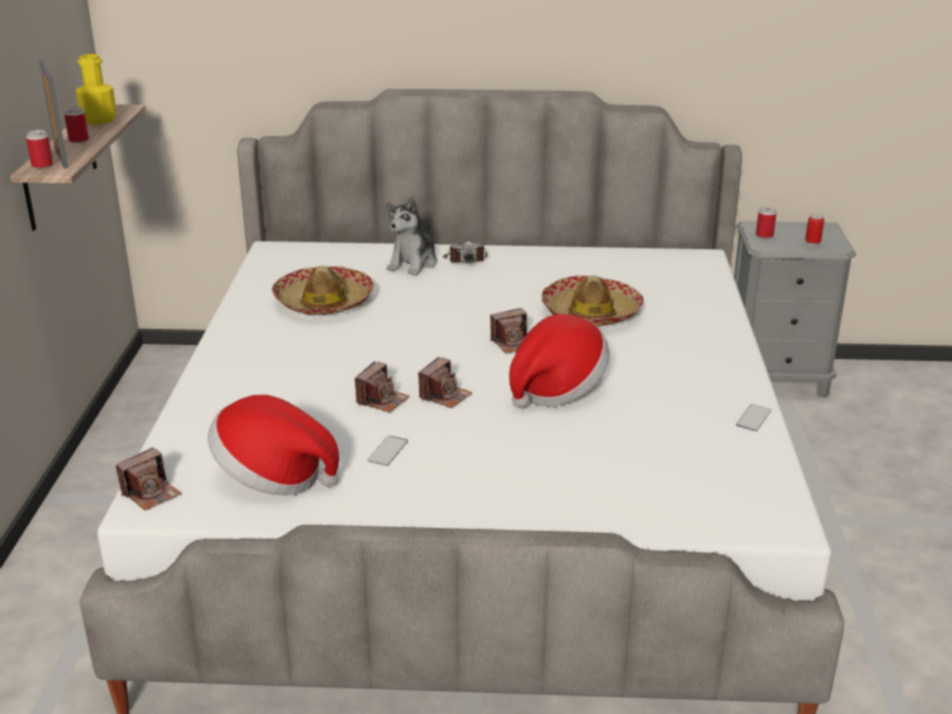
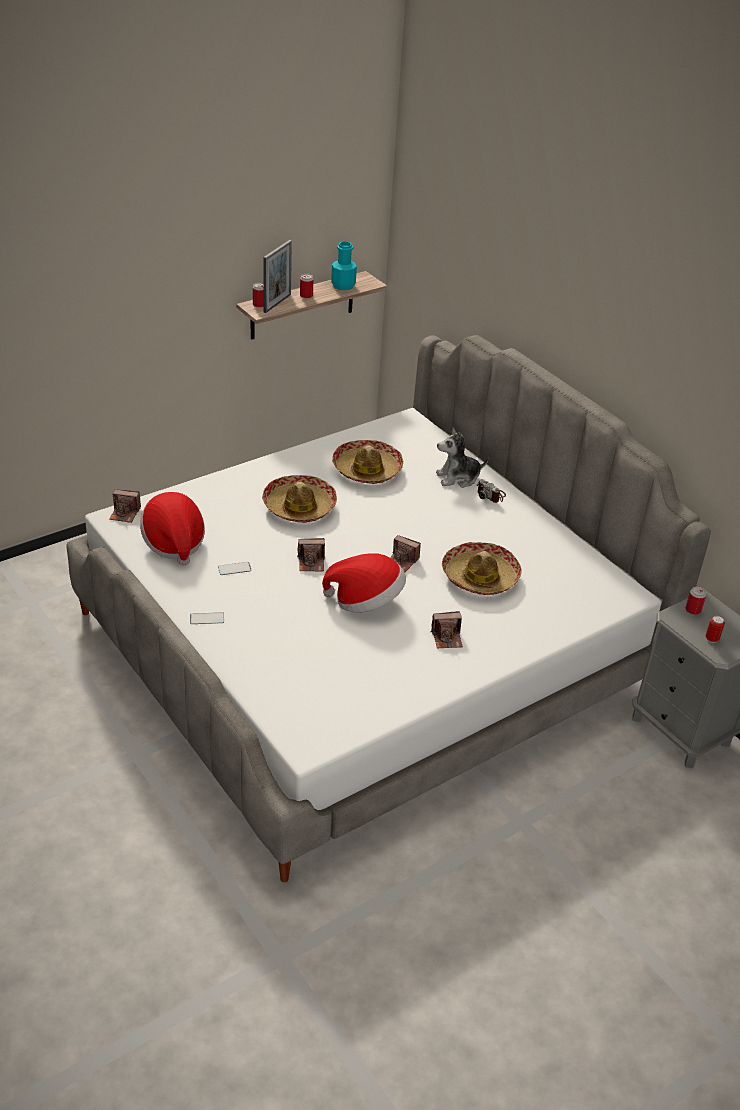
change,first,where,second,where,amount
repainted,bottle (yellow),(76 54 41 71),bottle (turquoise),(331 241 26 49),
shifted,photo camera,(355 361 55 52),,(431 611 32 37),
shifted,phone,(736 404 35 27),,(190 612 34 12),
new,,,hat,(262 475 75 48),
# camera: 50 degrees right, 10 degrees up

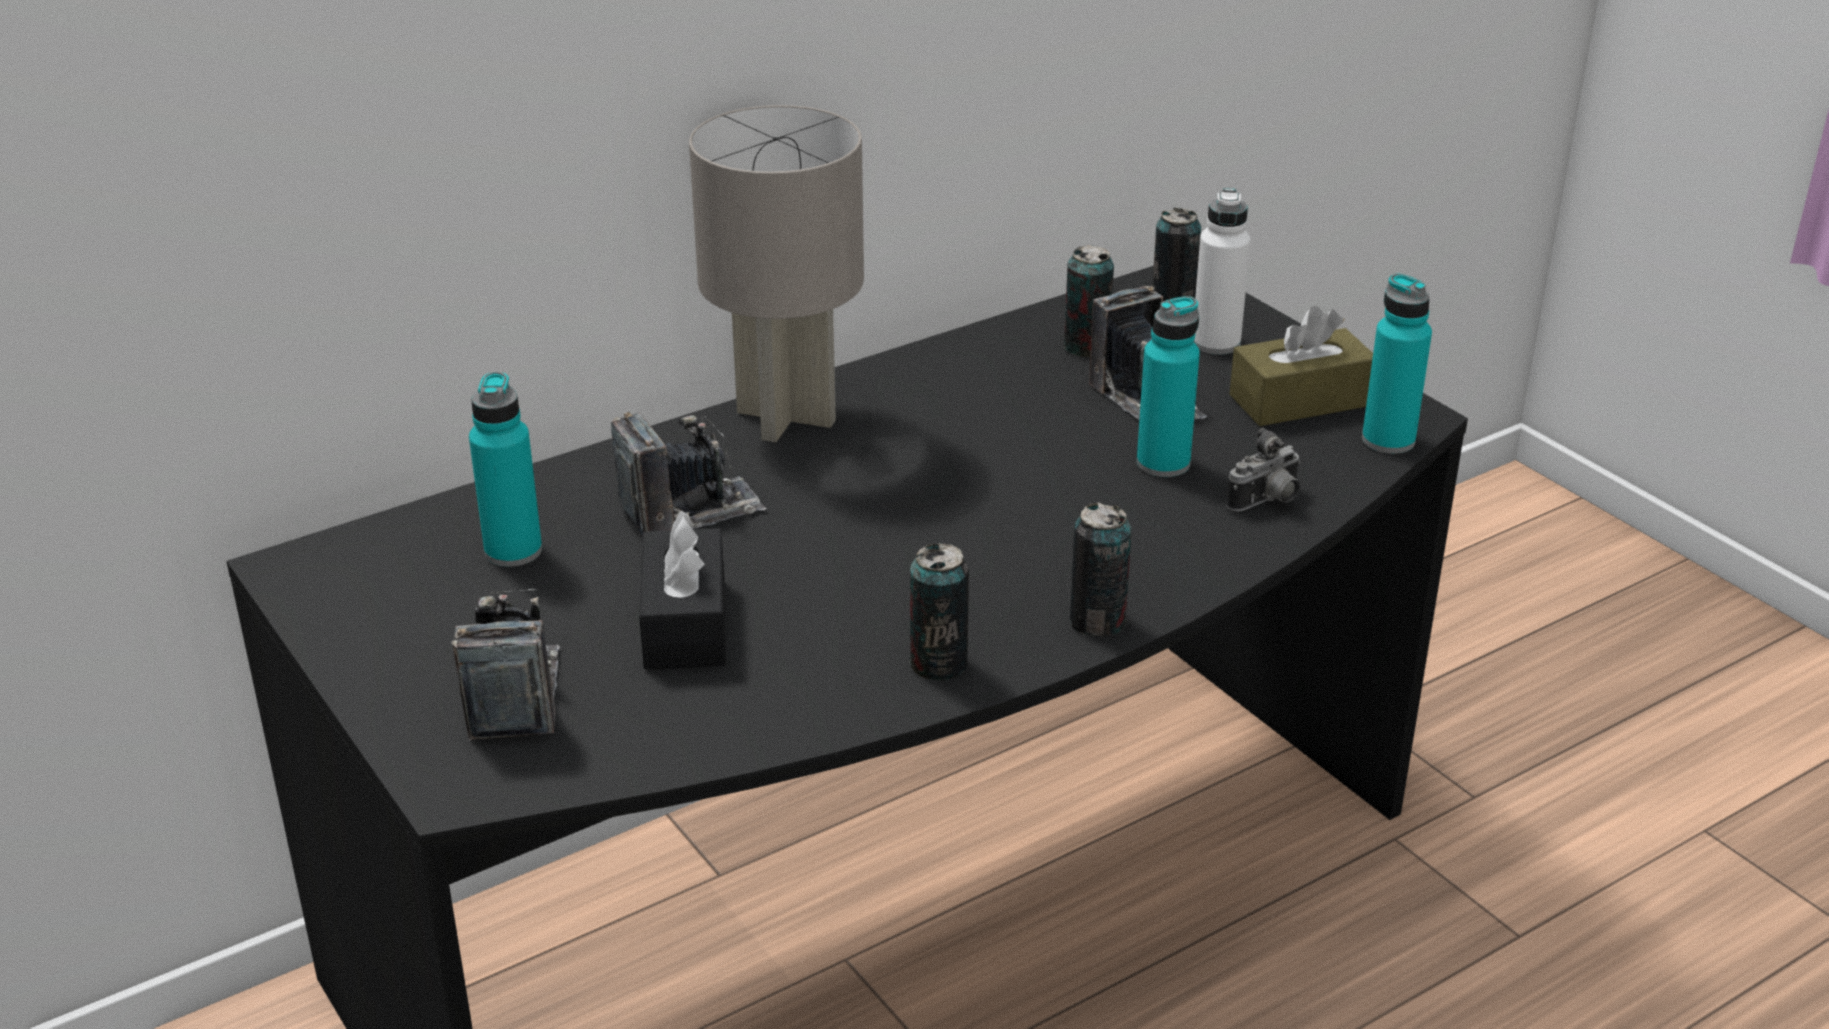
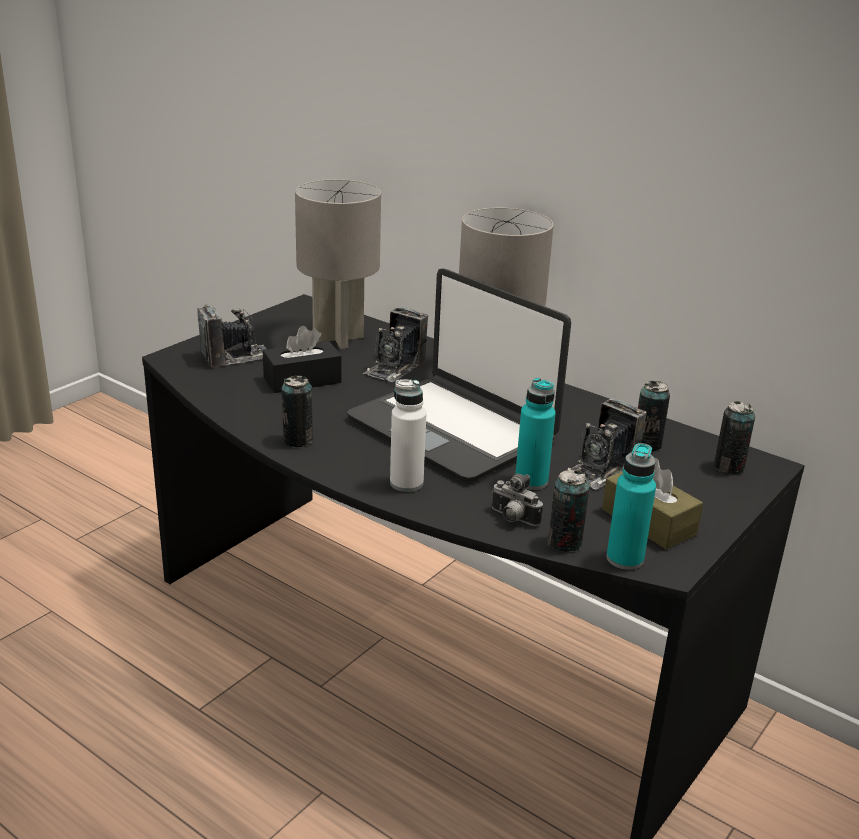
change,first,where,second,where,amount
swapped,bottle (turquoise),(469 372 73 195),table lamp (grey),(295 179 86 170),
rotated,photo camera,(611 412 156 124),,(363 307 65 75),75 degrees clockwise
shifted,can,(1070 502 62 135),,(548 470 42 82),
shifted,bottle (white),(1193 188 58 167),,(390 379 36 113),
new,,,laptop,(347 268 224 214),
# camera: 70 degrees right, 5 degrees down

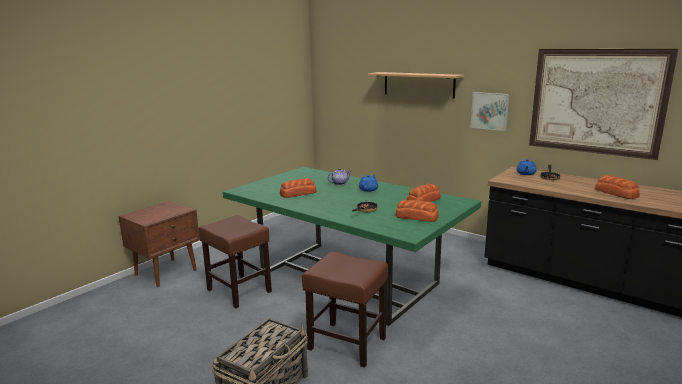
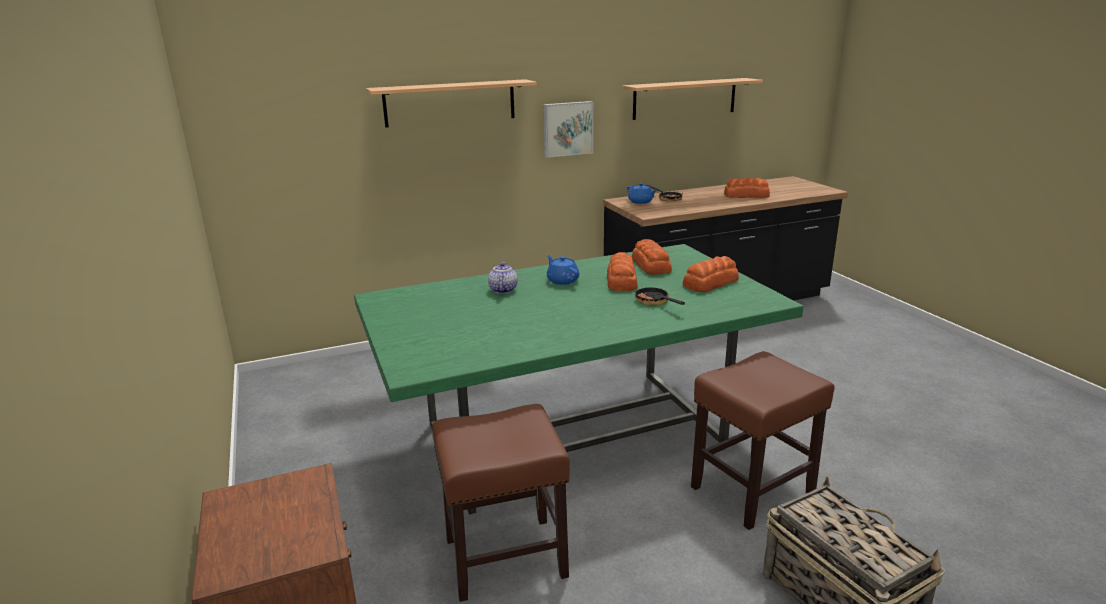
change,first,where,second,where,amount
shifted,bread,(280 178 36 20),,(607 252 31 39),
swapped,picture,(529 49 149 111),shelf,(622 78 141 42),
# camera: 60 degrees left, 5 degrees up

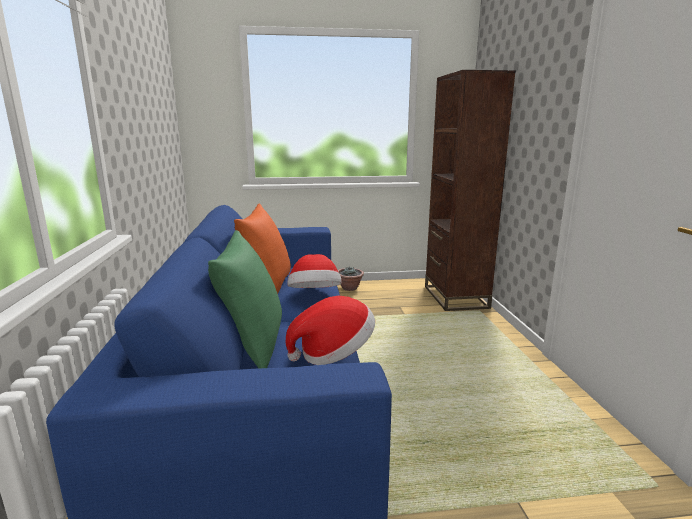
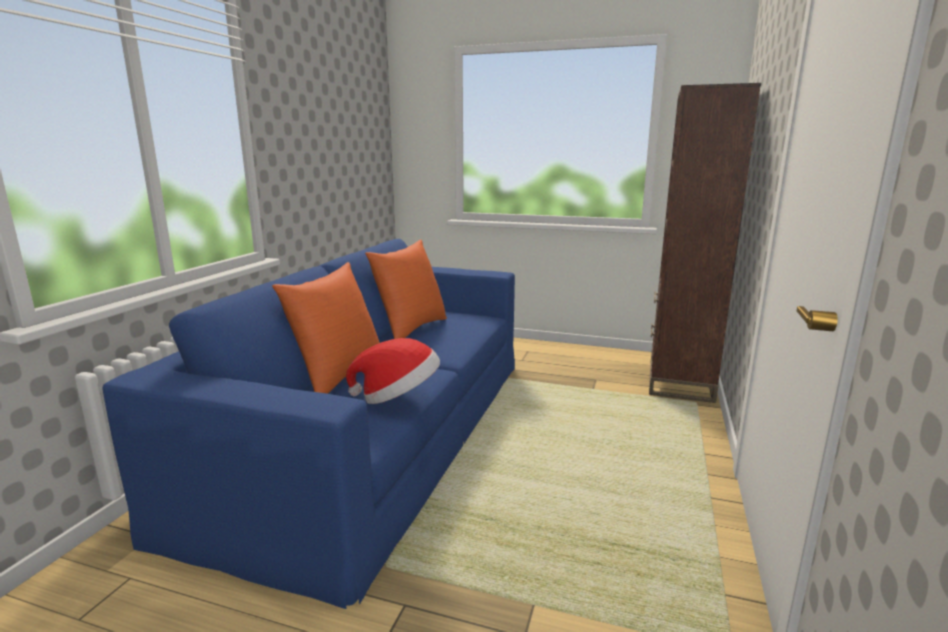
change,first,where,second,where,amount
repainted,pillow (green),(208 230 74 138),pillow (orange),(272 262 108 132),
gone,hat,(287 254 55 34),,,
gone,potted plant,(338 267 26 24),,,
# camera: 25 degrees right, 0 degrees up

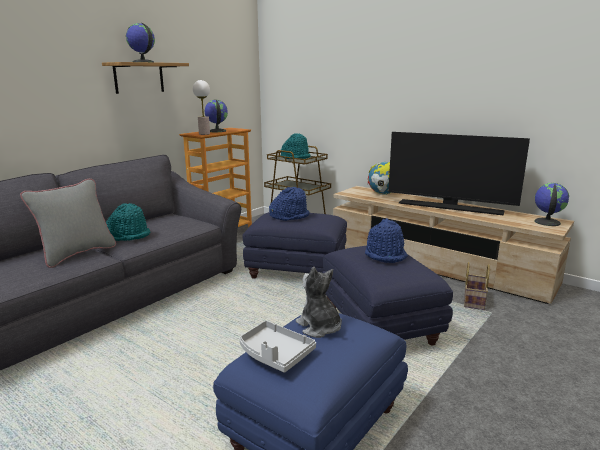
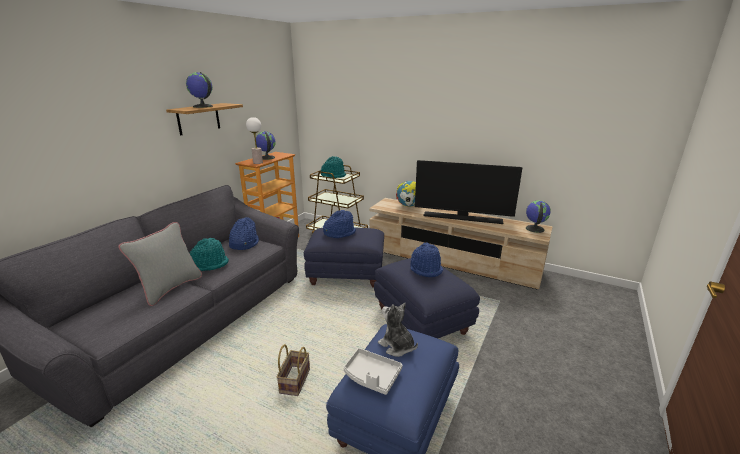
change,first,where,second,where,amount
shifted,basket,(464 262 26 48),,(276 344 34 52),
new,,,hat (blue),(229 217 30 33),
# camera: 10 degrees left, 5 degrees up

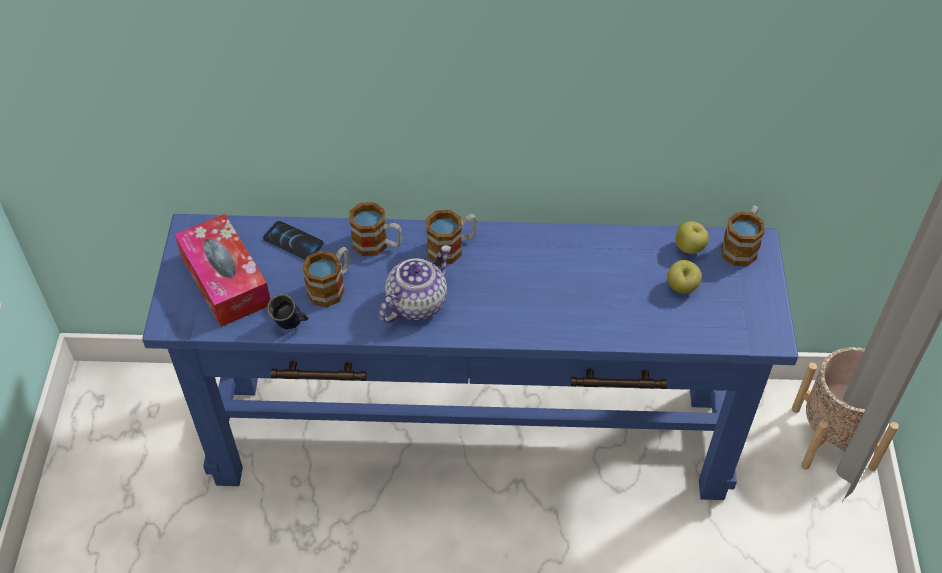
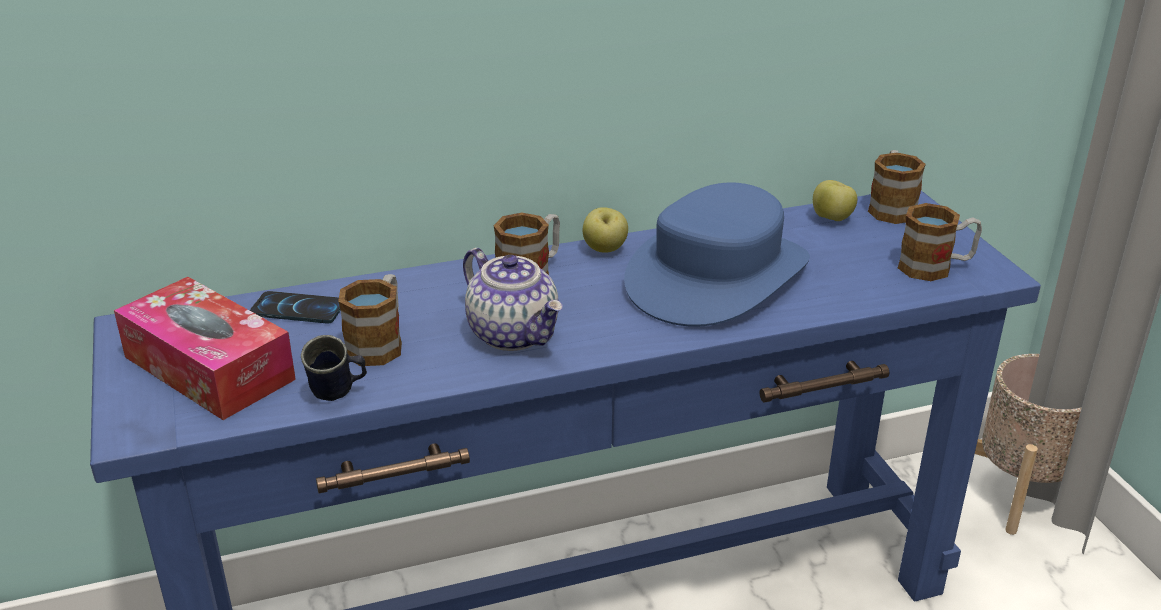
change,first,where,second,where,amount
shifted,mug,(349 202 53 54),,(898 203 84 78),
rotated,teapot,(379 245 72 78),,(463 248 100 103),120 degrees clockwise
shifted,apple,(667 260 35 34),,(583 207 45 46),
new,,,hat (blue),(624 182 186 145),
# camera: 20 degrees left, 20 degrees down

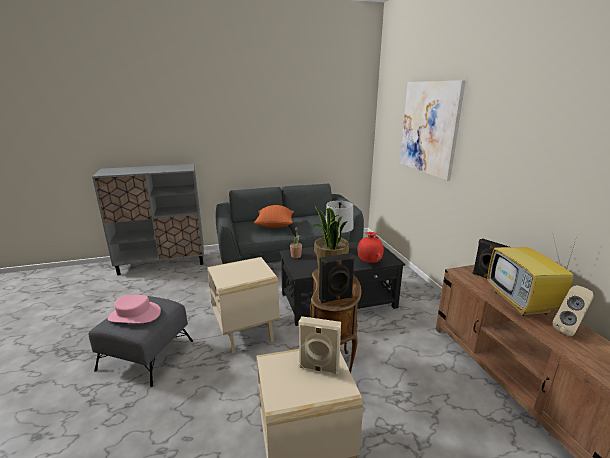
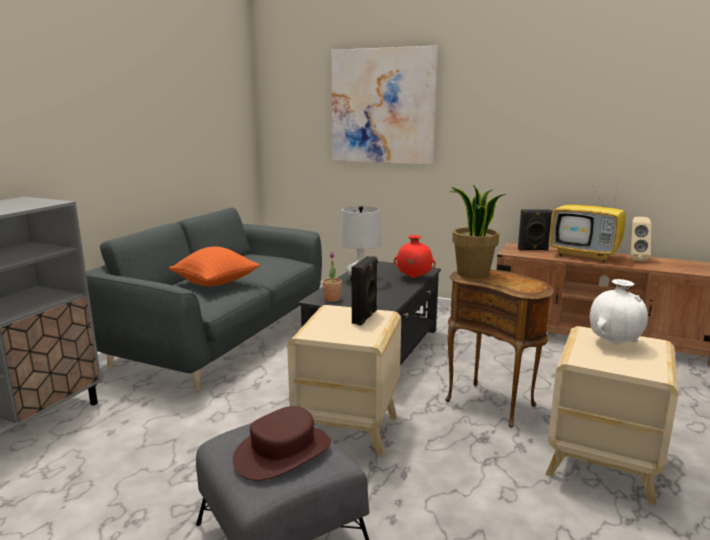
change,first,where,second,where,amount
repainted,hat (pink),(108 295 53 28),hat (brown),(233 406 98 75),
swapped,speaker (beige),(298 316 43 58),vase (white),(590 279 58 66),
shifted,speaker (black),(319 253 36 50),,(352 256 26 69),
# camera: 50 degrees left, 5 degrees down

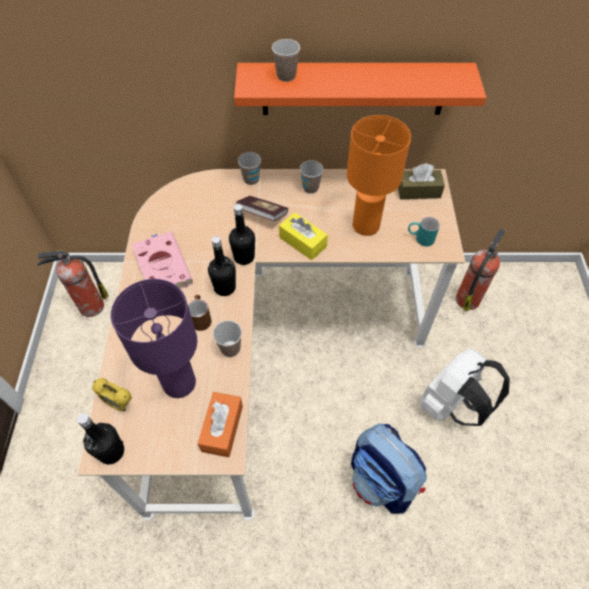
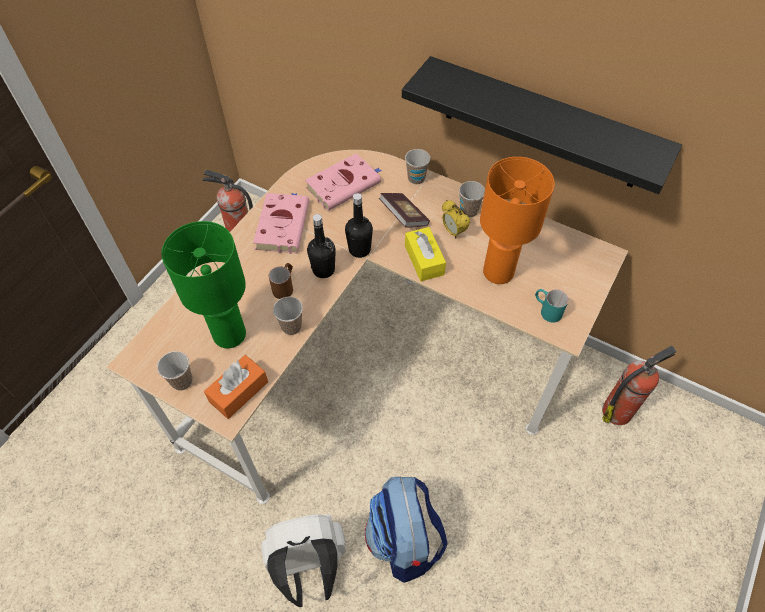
change,first,where,second,where,amount
gone,bottle (black),(77 413 47 51),,,
shifted,alarm clock,(92 378 40 33),,(442 200 28 38),
repainted,table lamp (purple),(111 279 86 119),table lamp (green),(161 221 85 127),
repainted,shelf (orange),(234 63 253 52),shelf (black),(402 56 280 138),
shifted,cup,(272 39 28 43),,(157 351 35 39),
gone,tissue box (brown),(398 163 47 36),,,
shifted,backpack (white),(419 348 91 78),,(261 514 85 93),
new,,,book (pink),(305 153 77 58),
# camera: 30 degrees right, 0 degrees up

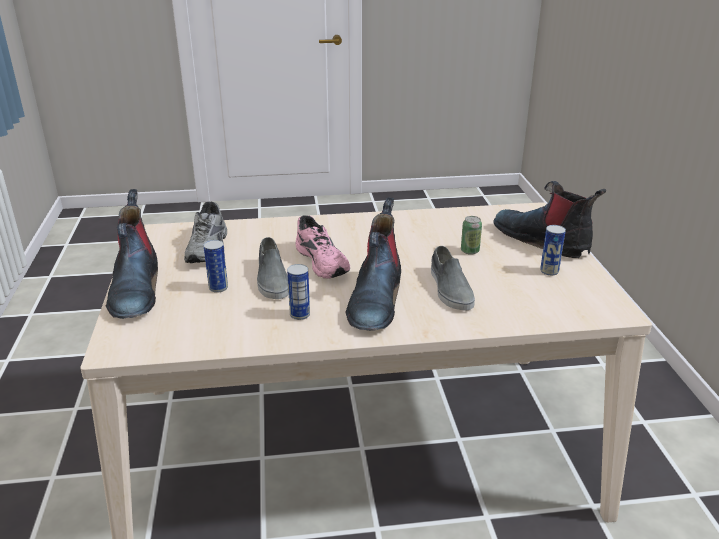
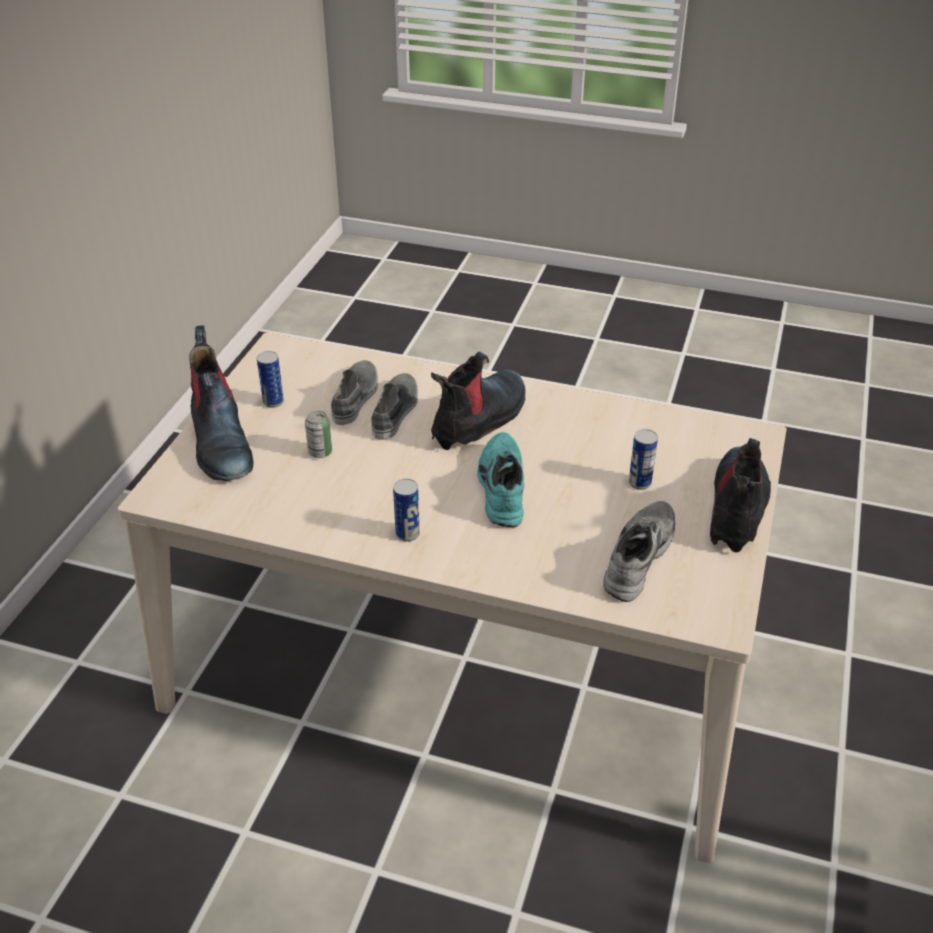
change,first,where,second,where,amount
shifted,shoe (grey),(257 237 32 62),,(331 360 47 65),
shifted,can,(287 264 23 56),,(393 479 27 63),
repainted,shoe (pink),(295 215 55 64),shoe (turquoise),(477 432 47 95),
# camera: 155 degrees left, 10 degrees up

